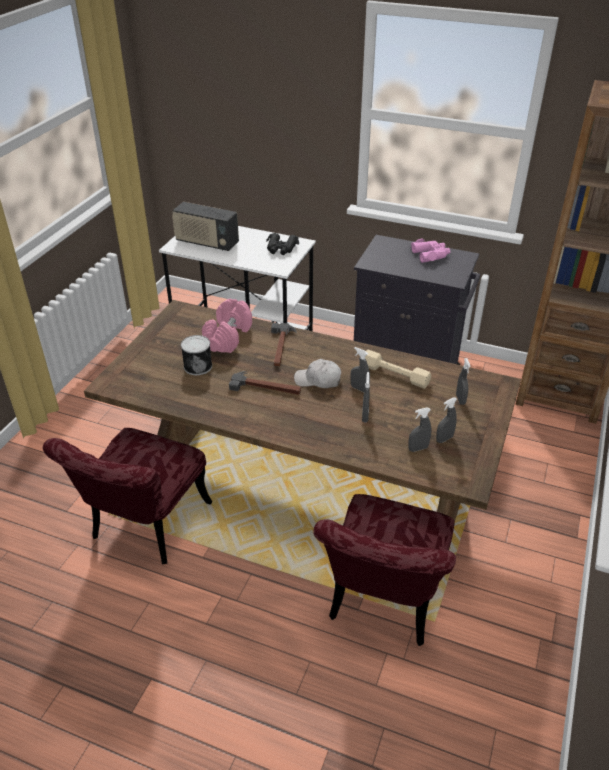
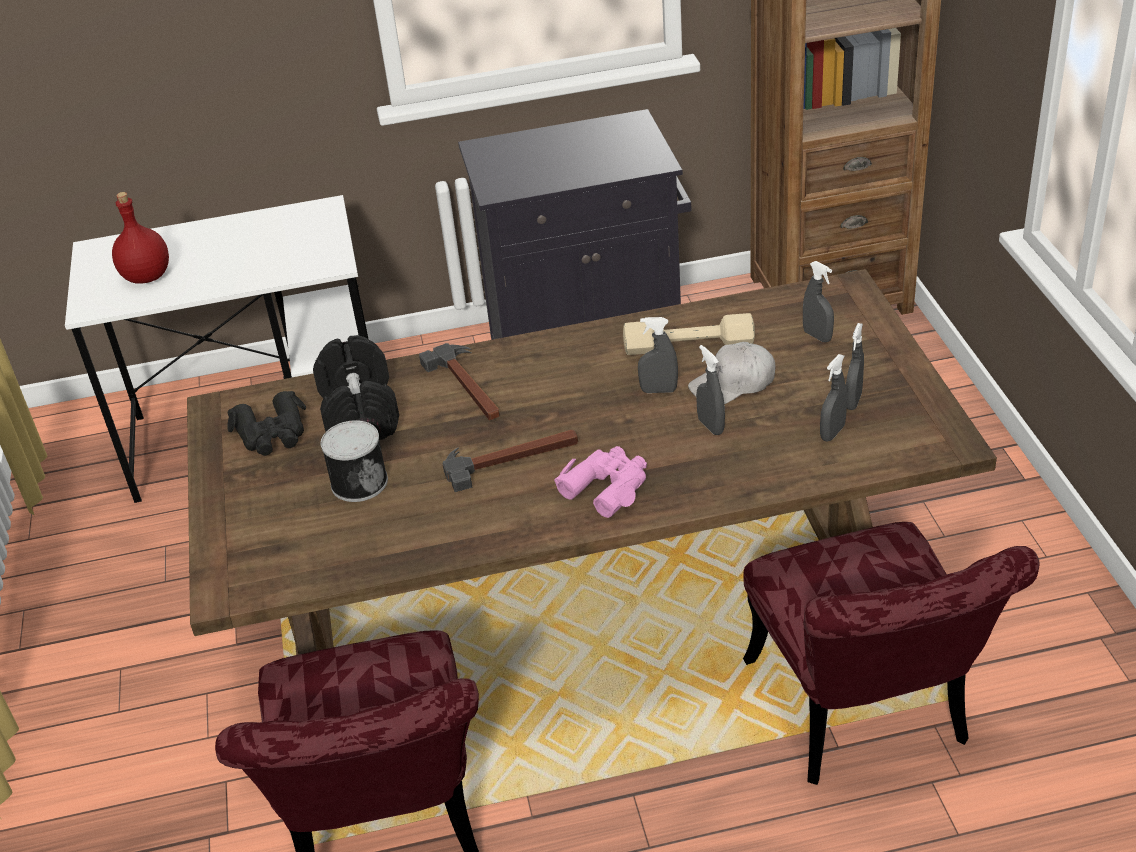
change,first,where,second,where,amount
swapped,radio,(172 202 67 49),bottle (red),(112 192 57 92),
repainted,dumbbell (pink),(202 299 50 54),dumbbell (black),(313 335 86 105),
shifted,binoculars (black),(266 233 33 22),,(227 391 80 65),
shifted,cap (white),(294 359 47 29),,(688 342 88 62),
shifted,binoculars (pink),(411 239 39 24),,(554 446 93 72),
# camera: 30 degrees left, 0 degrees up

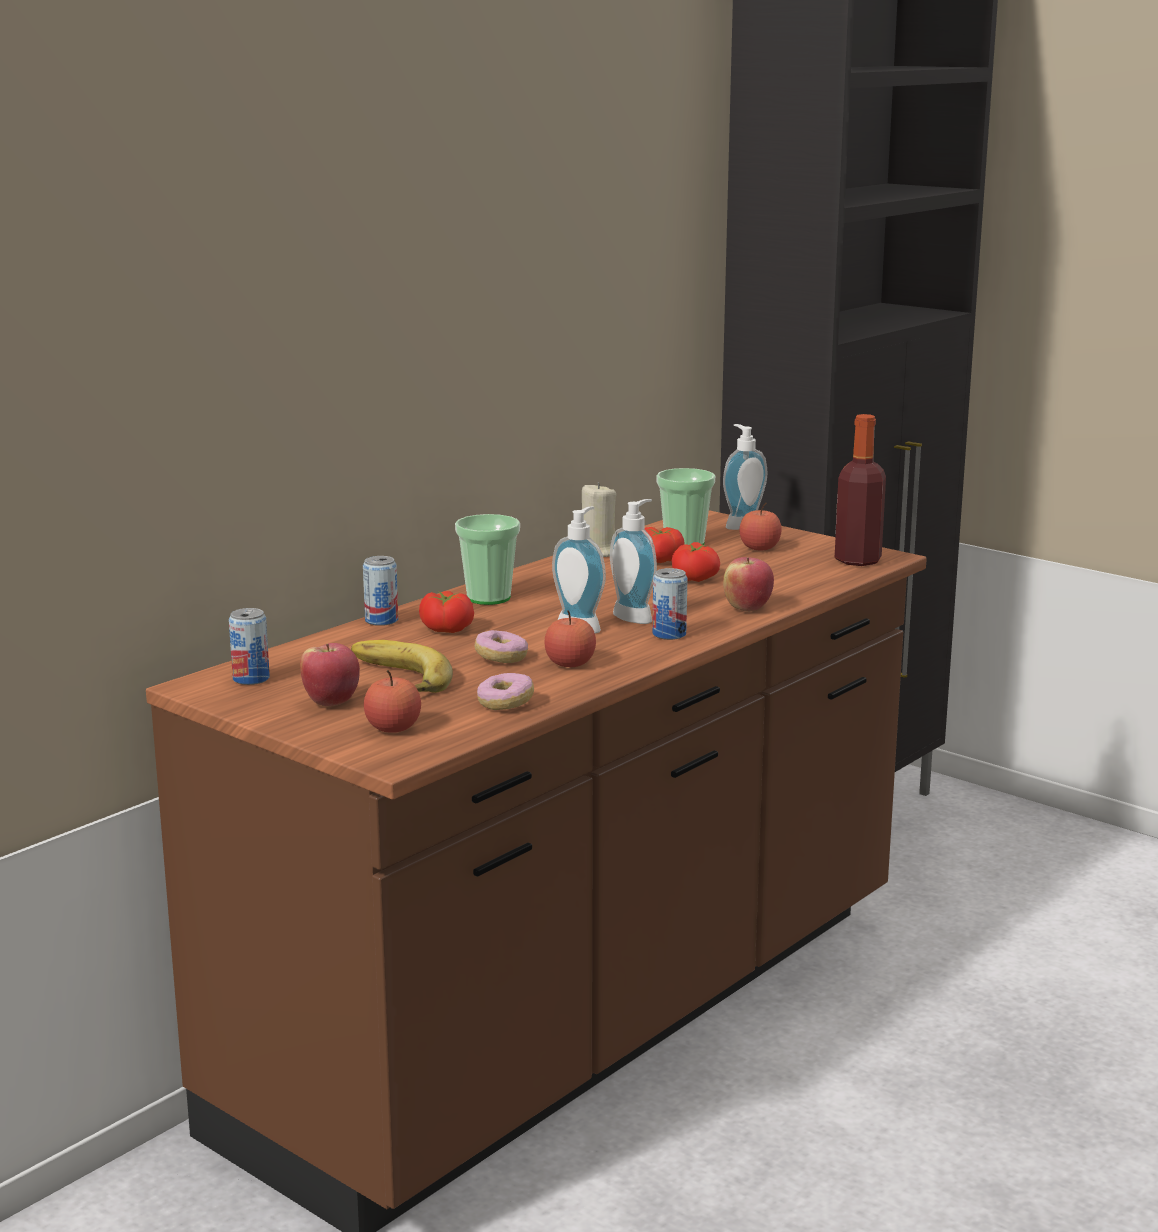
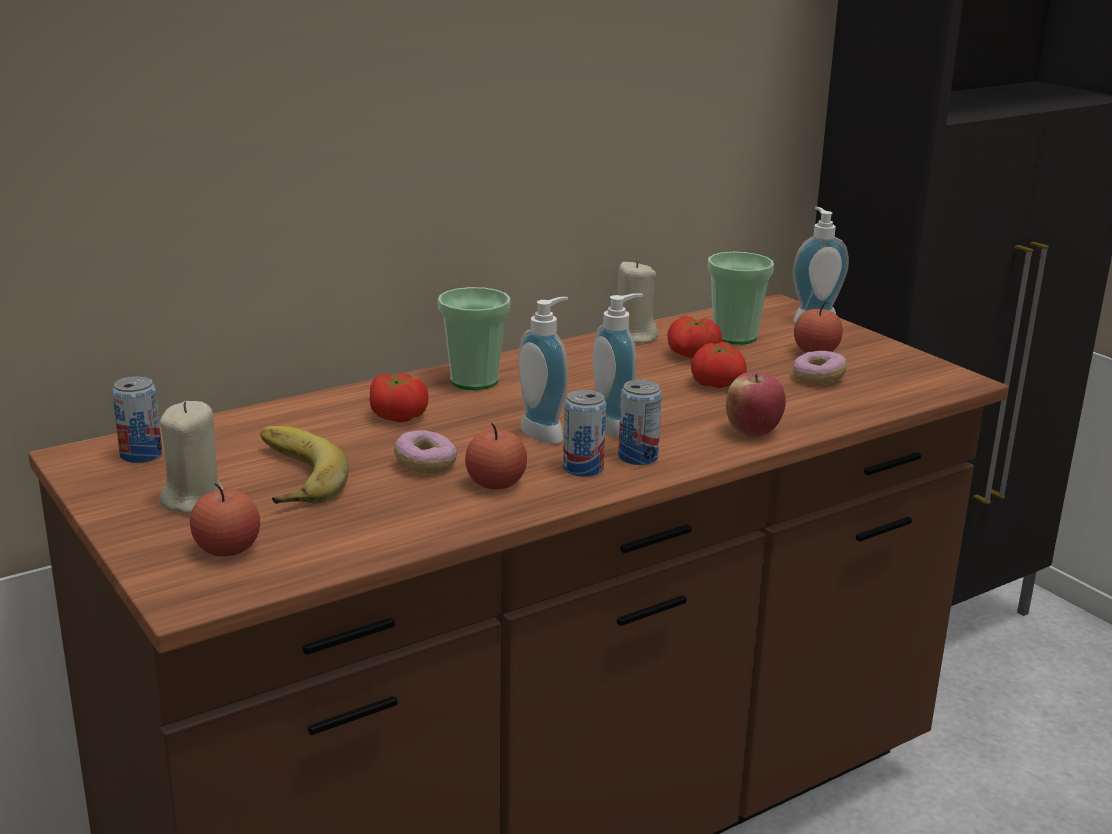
change,first,where,second,where,amount
swapped,apple,(300 643 60 63),candle (beige),(160 401 64 113),
shifted,can,(363 556 35 70),,(563 389 43 88),
shifted,donut,(477 673 57 37),,(793 351 54 33),
gone,bottle,(835 414 51 152),,,
# camera: 15 degrees right, 5 degrees up

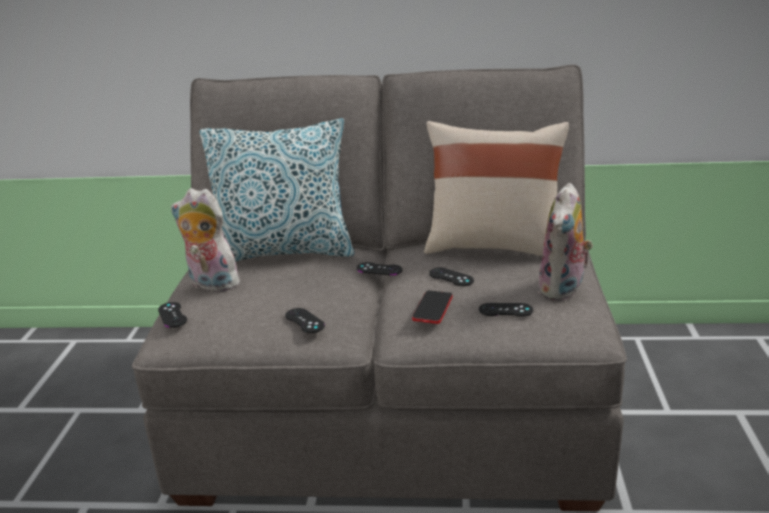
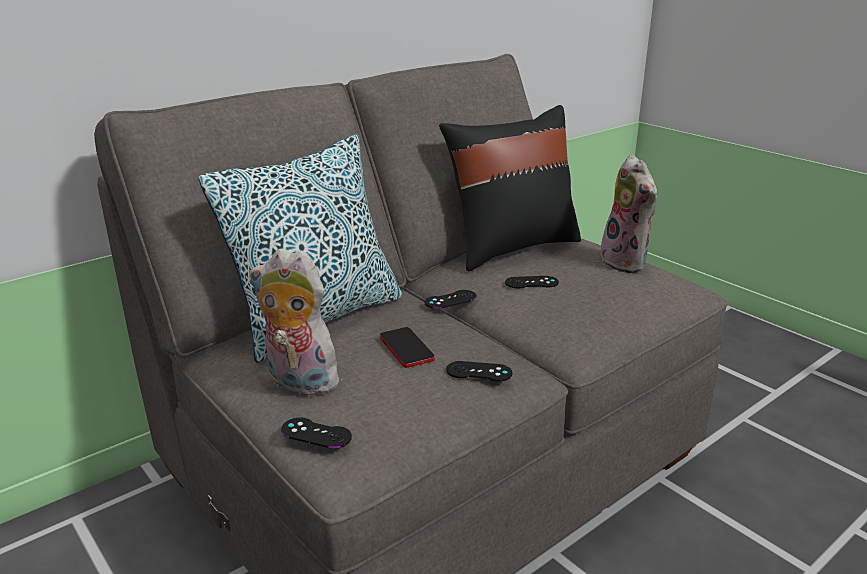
change,first,where,second,where,amount
rotated,plush toy,(171 188 75 104),,(249 248 93 148),45 degrees clockwise
shifted,phone,(412 290 40 34),,(380 327 55 41),
repainted,pillow (beige),(424 121 145 135),pillow (black),(439 105 142 166),
gone,game controller (black),(479 303 54 14),,,
# camera: 45 degrees left, 0 degrees up

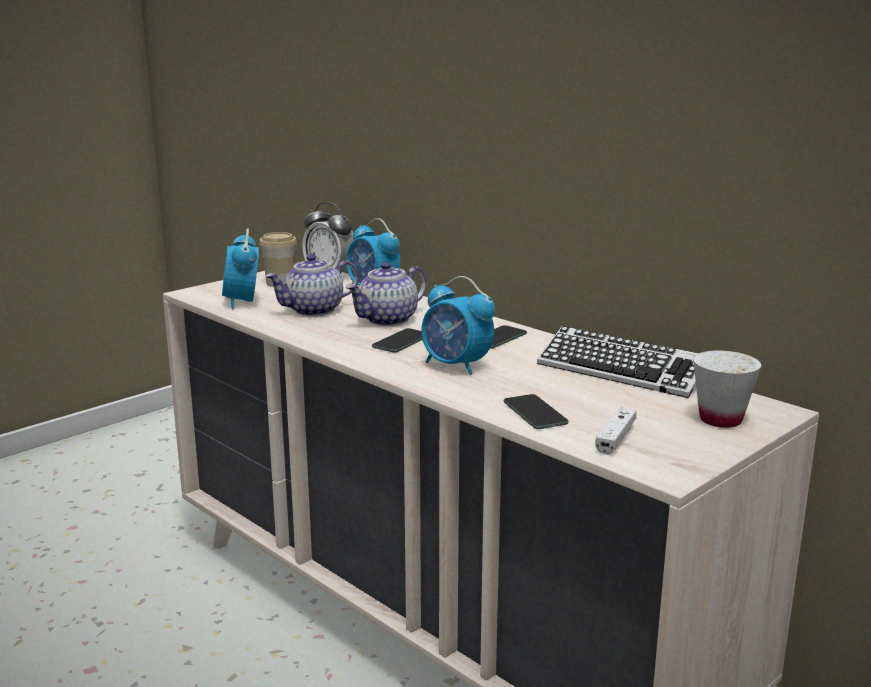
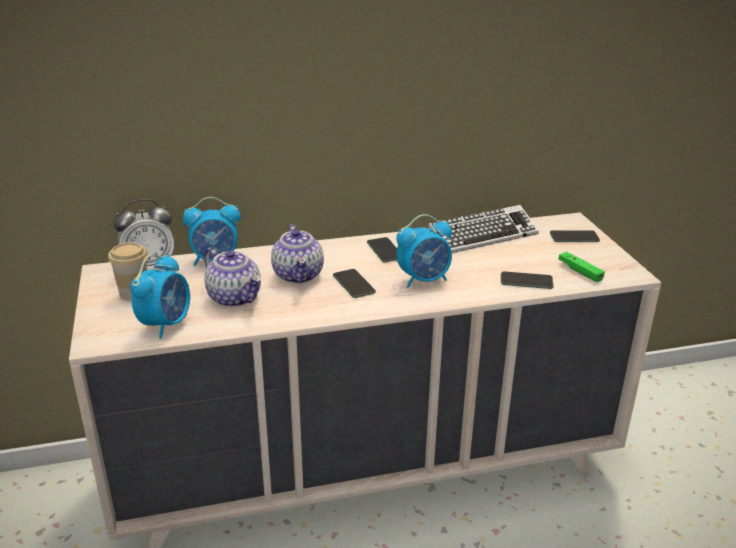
change,first,where,second,where,amount
rotated,alarm clock,(222 228 37 81),,(130 254 60 85),90 degrees counterclockwise
rotated,teapot,(265 254 94 62),,(204 247 57 60),45 degrees counterclockwise
repainted,game controller (white),(596 407 40 47),game controller (green),(559 252 46 30),
swapped,cup (white),(693 351 68 77),phone,(550 230 50 12),
# camera: 60 degrees left, 10 degrees up

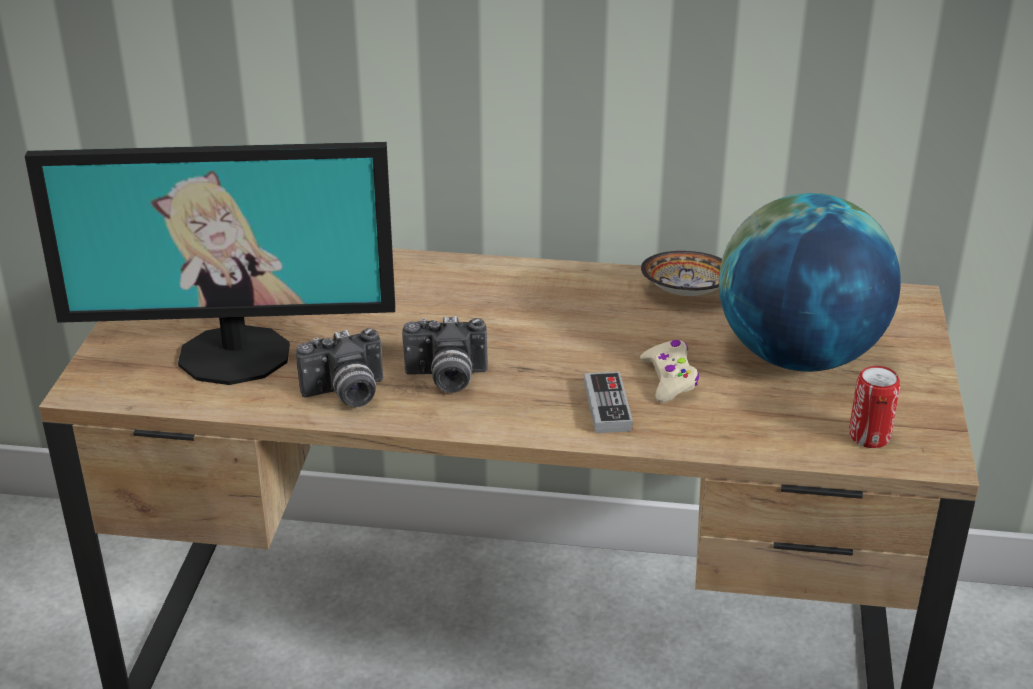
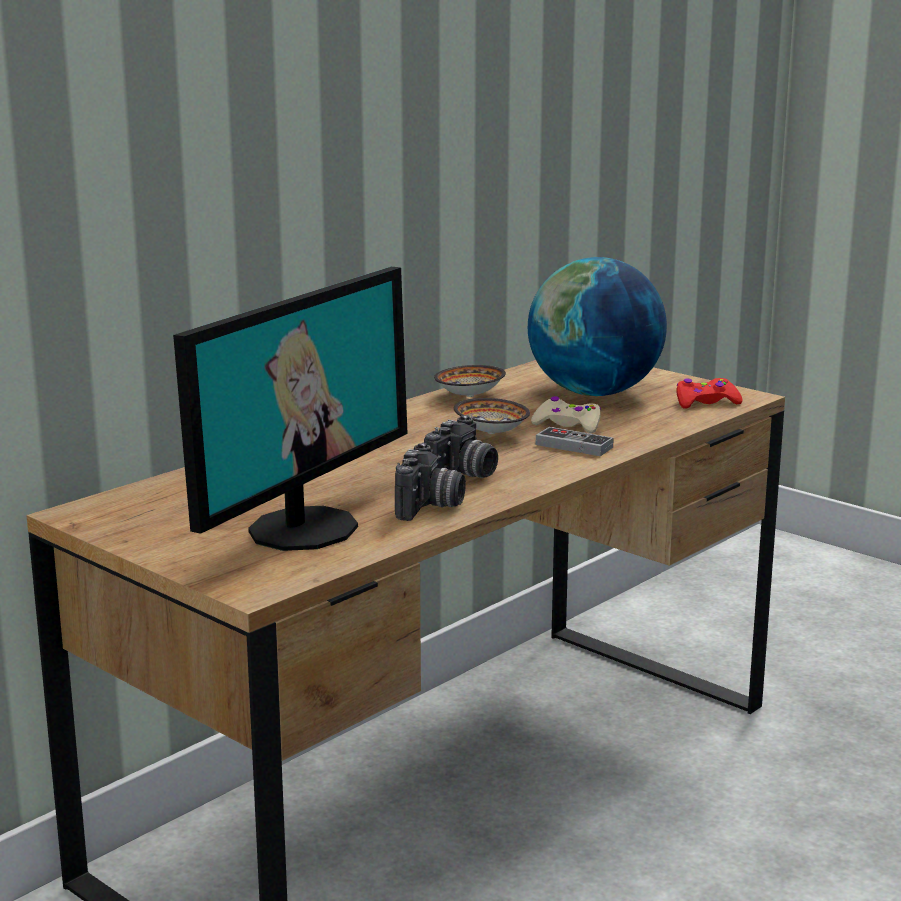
change,first,where,second,where,amount
swapped,can,(849 366 51 82),game controller (red),(676 378 67 30),
new,,,bowl,(454 398 76 36),
# camera: 55 degrees left, 15 degrees down

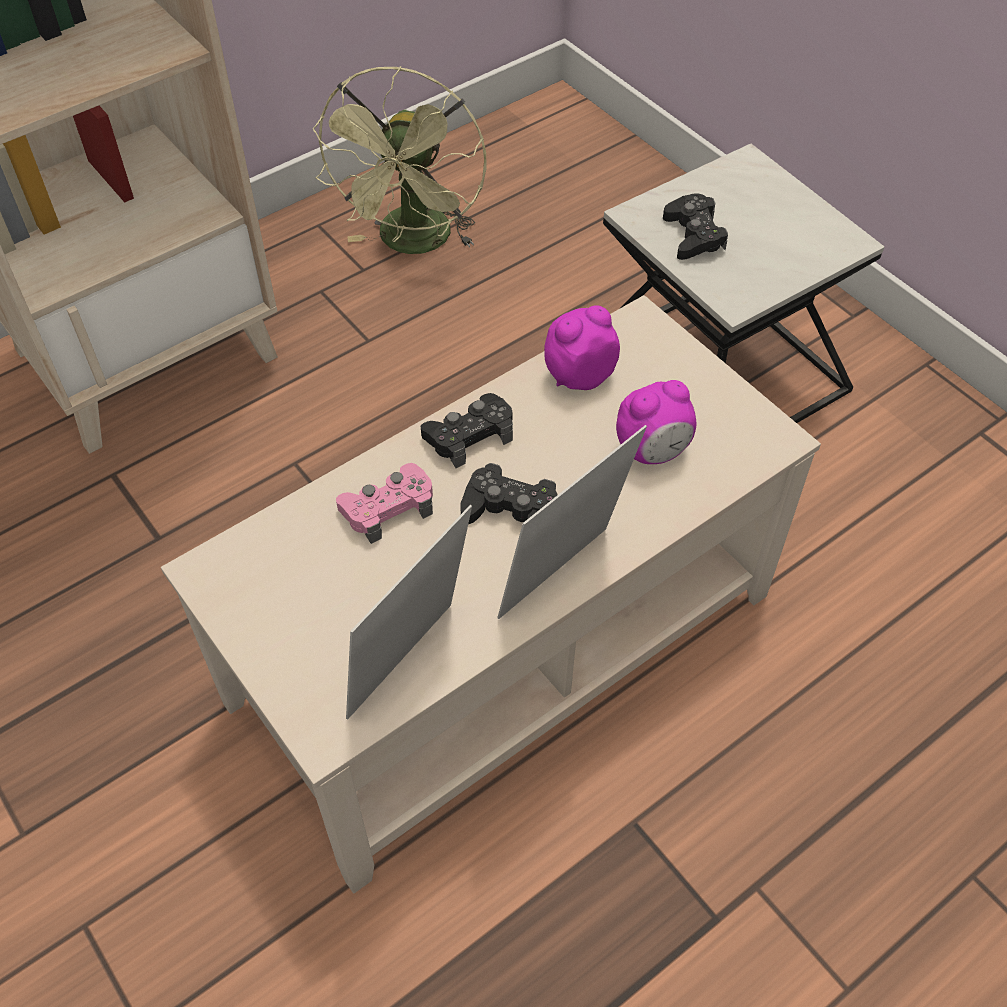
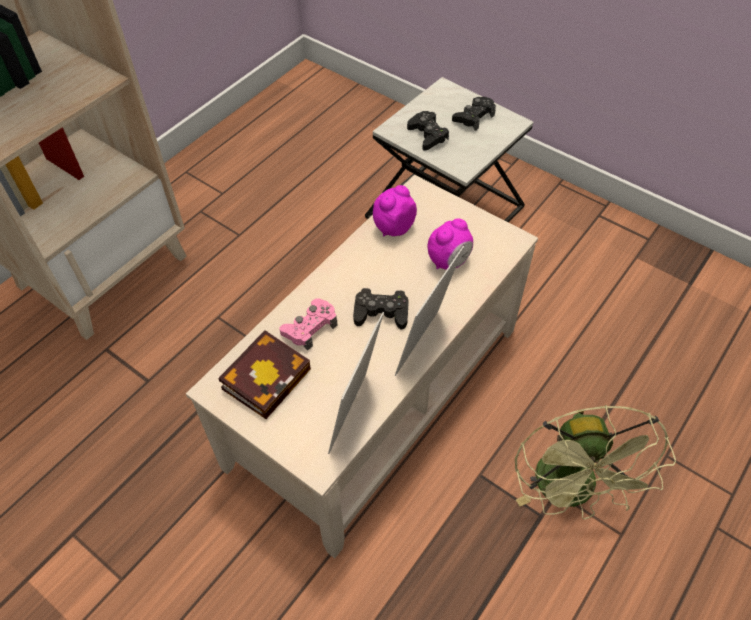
change,first,where,second,where,amount
shifted,fan (green),(313 66 174 188),,(515 405 161 115),
shifted,game controller (black),(421 393 92 75),,(452 97 44 34),
new,,,book,(218 330 93 89),
# camera: 15 degrees left, 0 degrees up

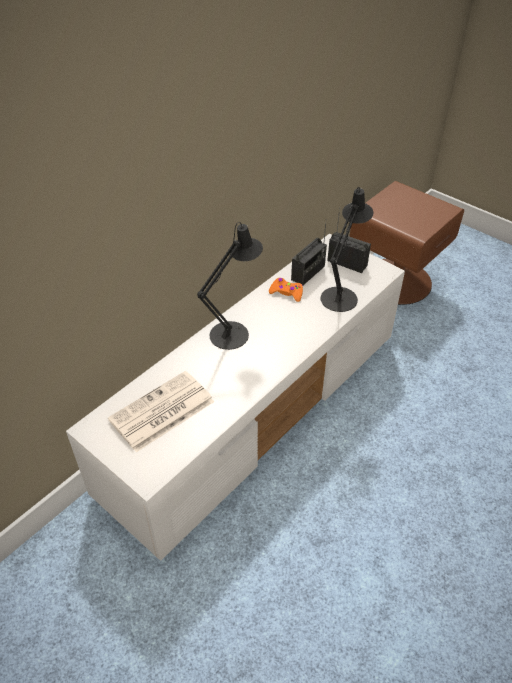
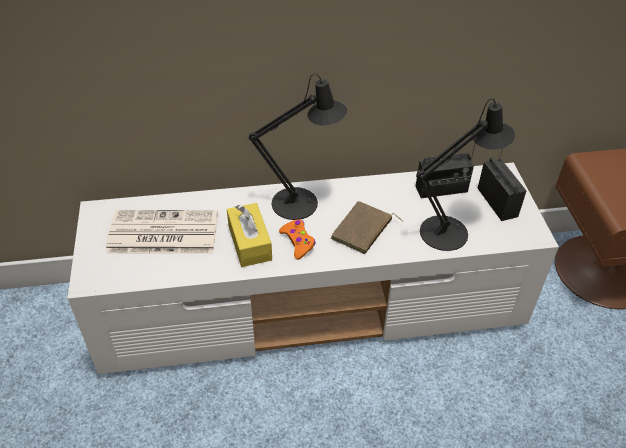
change,first,where,second,where,amount
shifted,game controller (orange),(269 278 34 24),,(279 219 36 41),
new,,,tissue box (yellow),(227 203 45 64),
new,,,book (brown),(331 201 72 53),
# camera: 40 degrees right, 0 degrees up

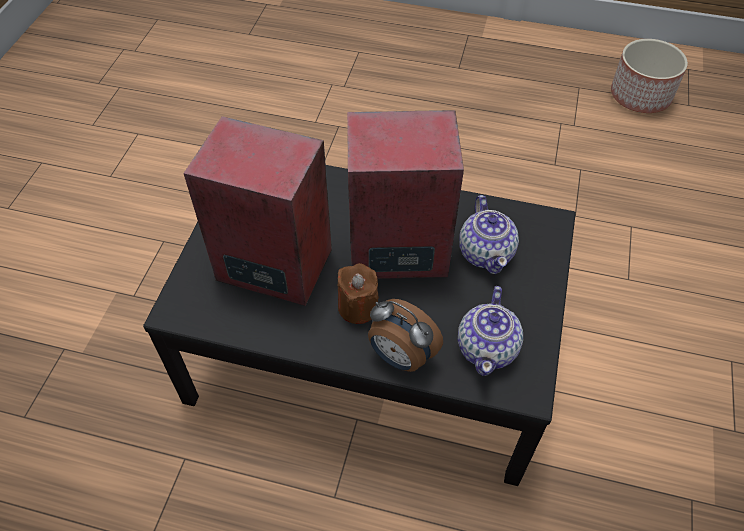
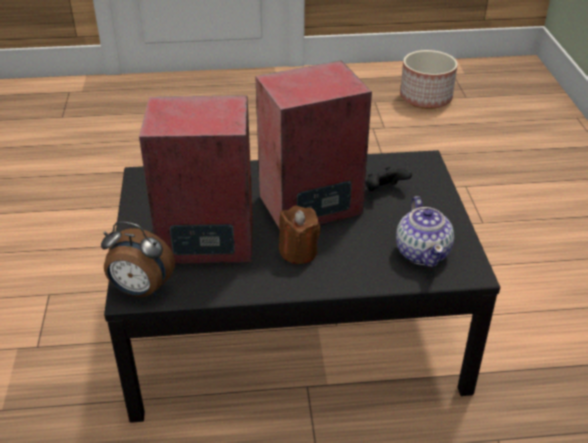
change,first,where,second,where,amount
shifted,alarm clock,(368 299 75 73),,(101 221 74 76),
swapped,teapot,(459 195 60 79),game controller (black),(365 167 47 24),
# camera: 20 degrees left, 15 degrees down

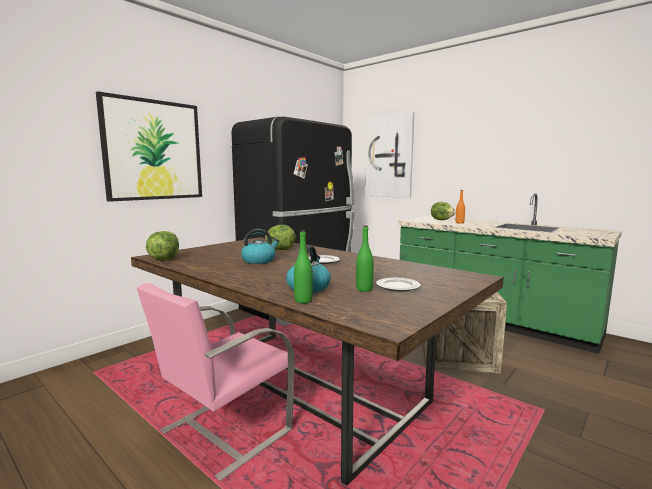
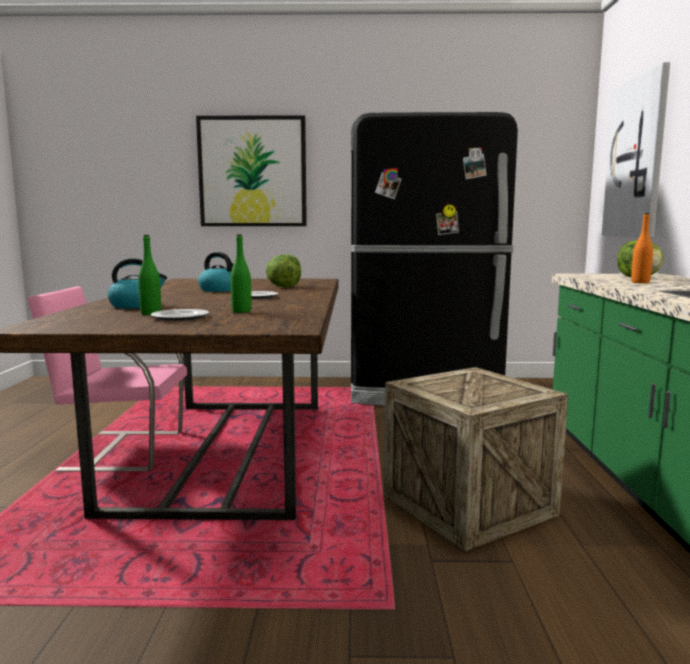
change,first,where,second,where,amount
gone,lettuce,(146 231 33 29),,,
shifted,bottle (green),(294 231 19 72),,(231 235 20 78),
# camera: 50 degrees right, 0 degrees up

